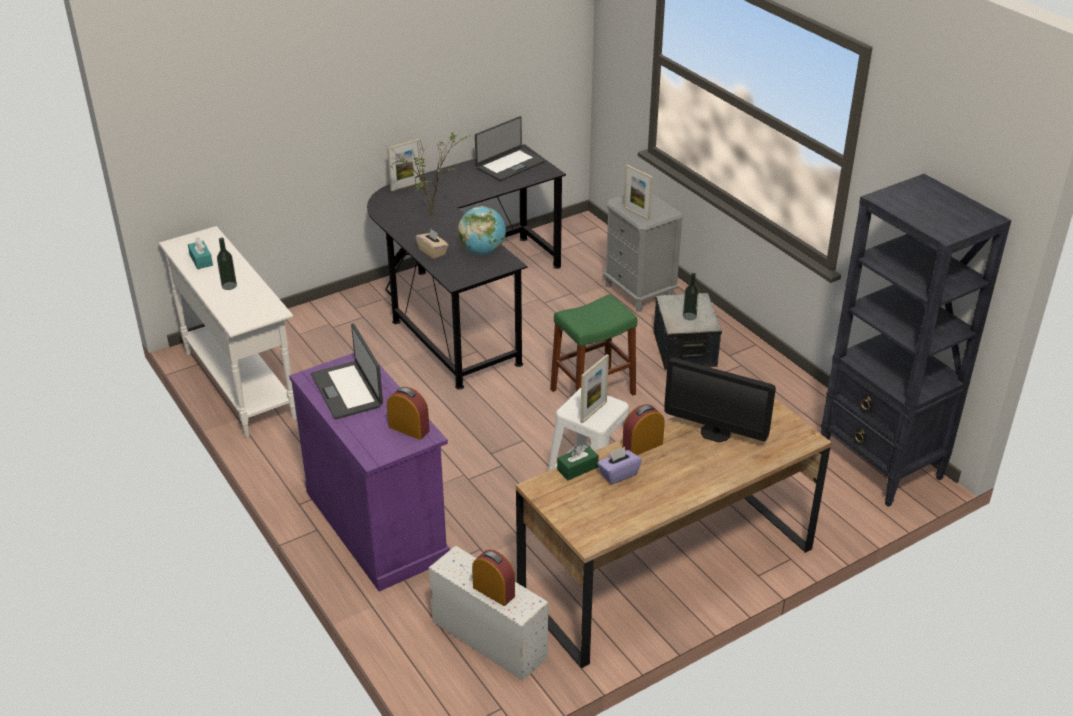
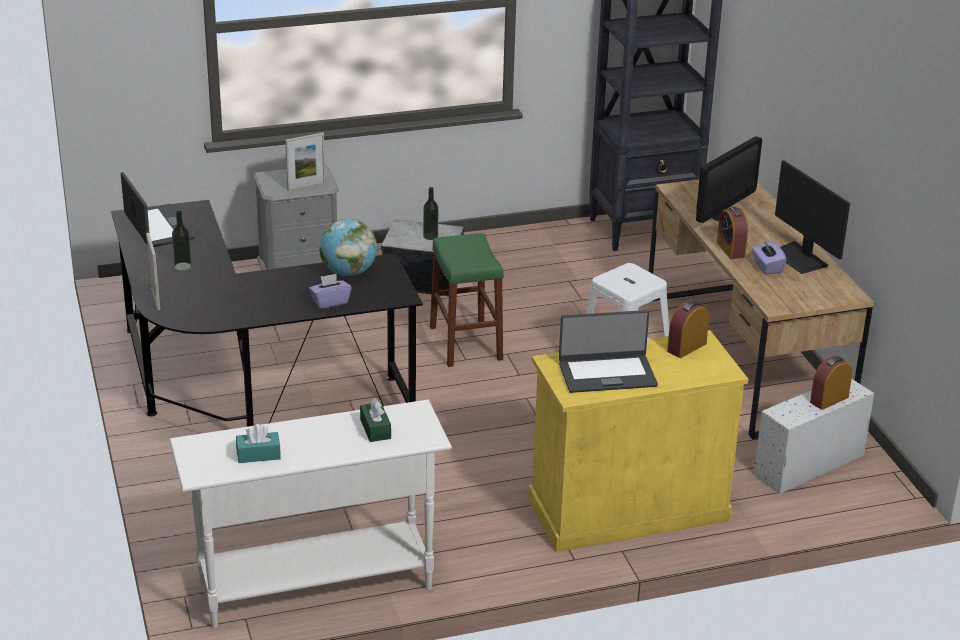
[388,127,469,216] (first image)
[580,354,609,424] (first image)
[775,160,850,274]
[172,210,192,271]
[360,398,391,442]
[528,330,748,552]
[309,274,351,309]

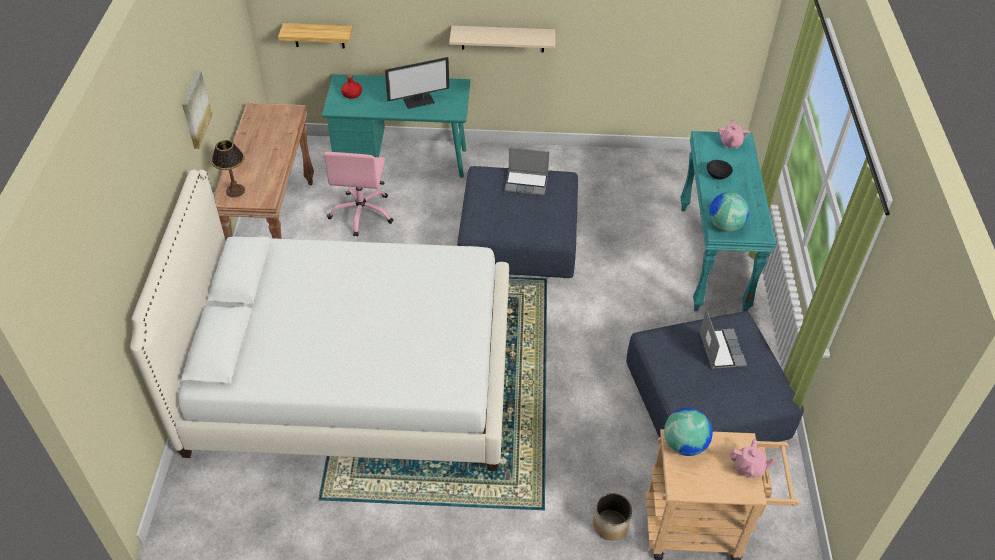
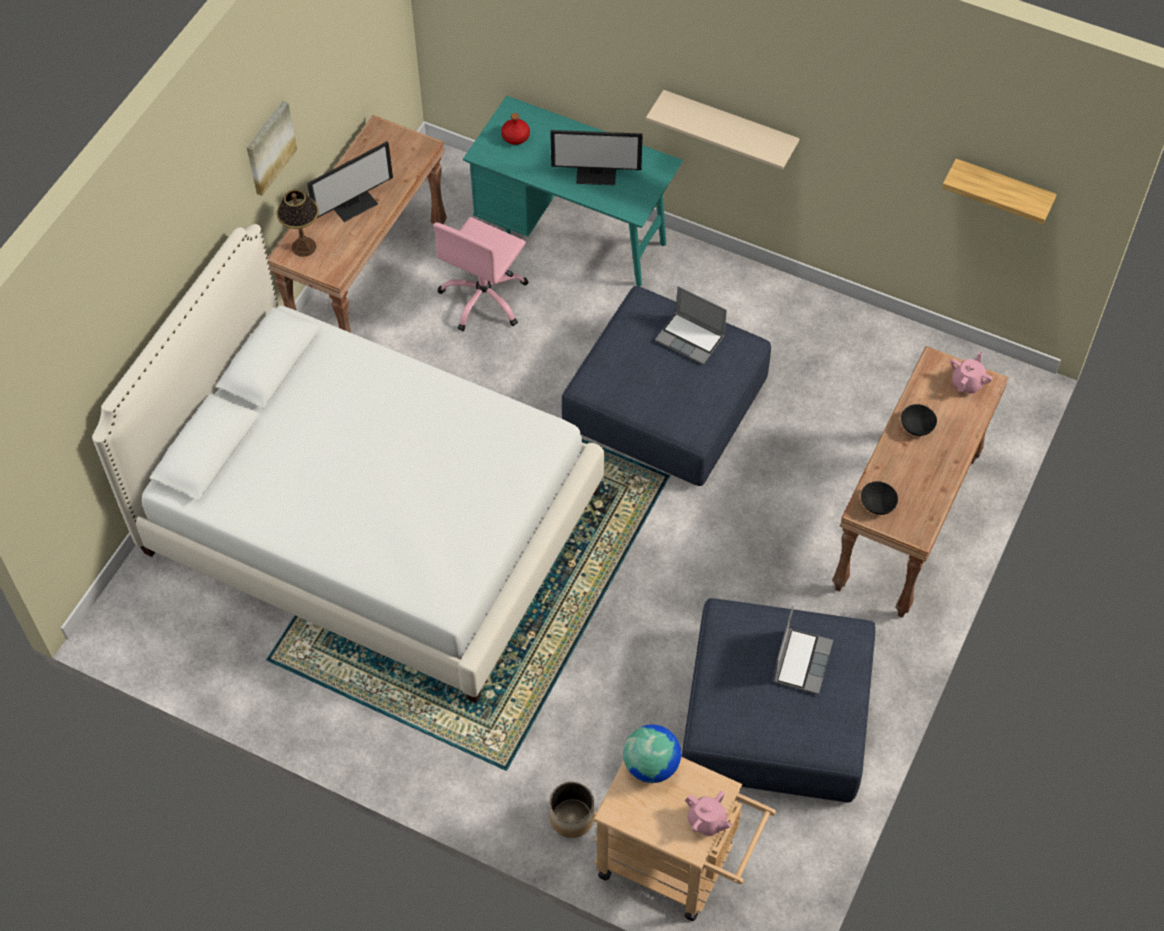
[307,141,393,222]
[942,159,1057,224]
[861,481,898,515]
[832,346,1009,618]

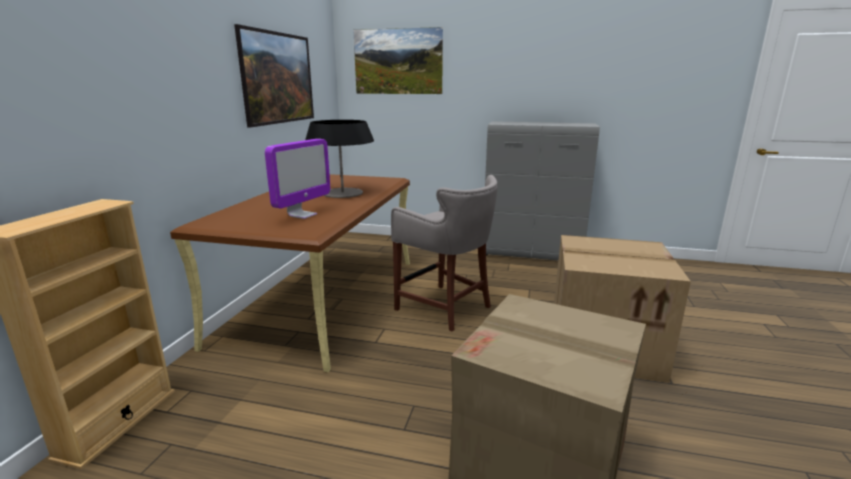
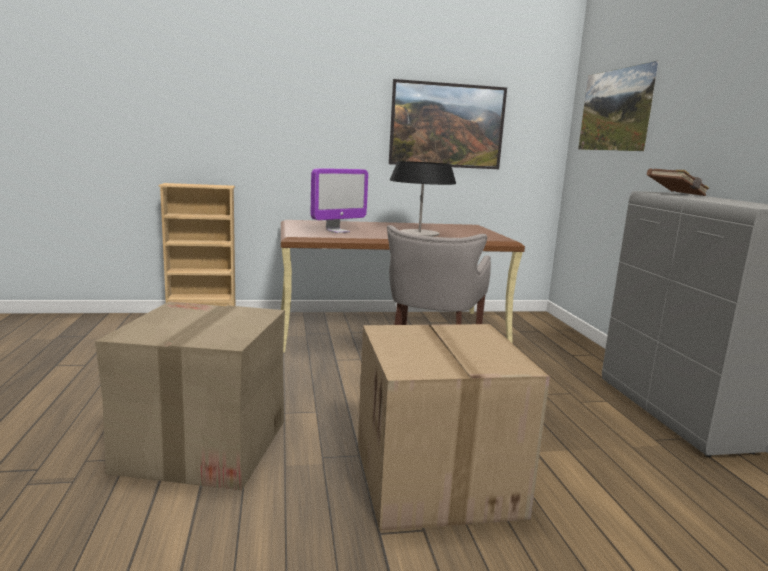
[647,168,709,196]
[311,168,368,233]

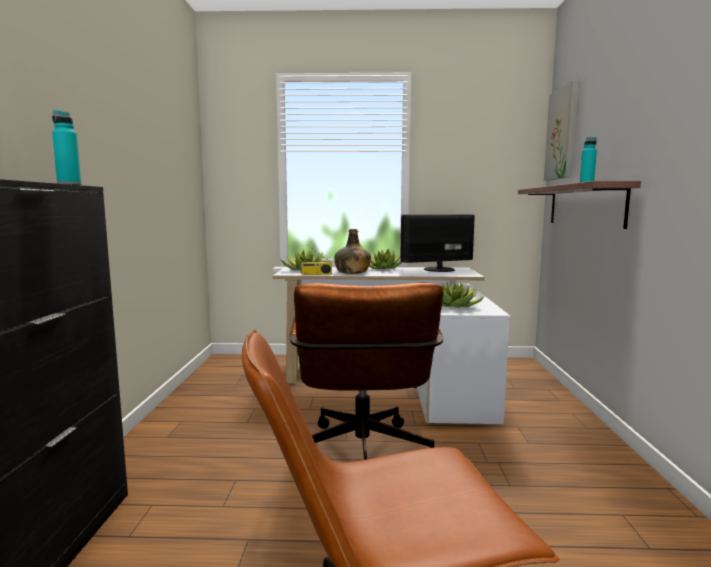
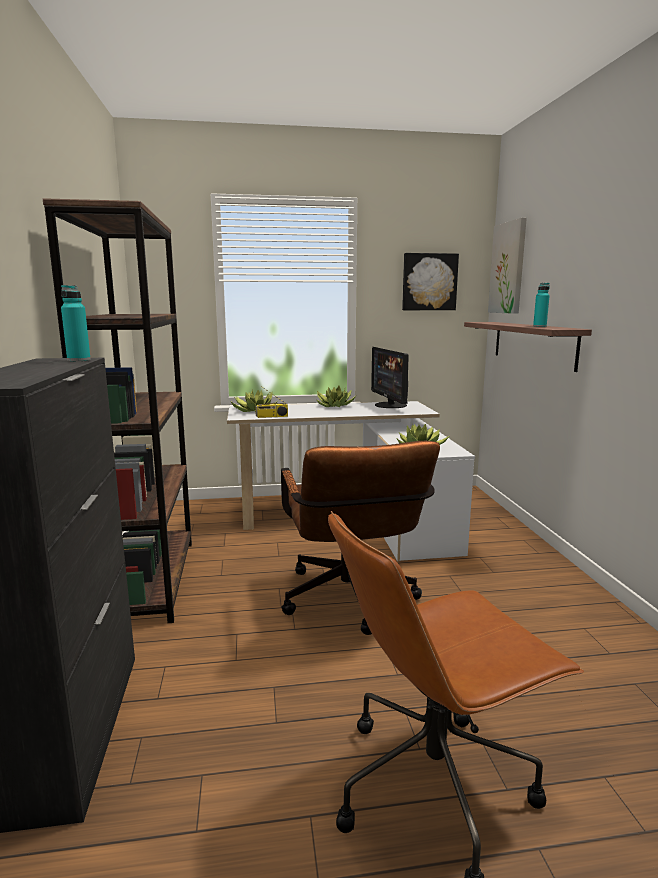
[334,229,371,274] (first image)
[43,198,192,623]
[402,253,459,310]
[371,347,409,408]

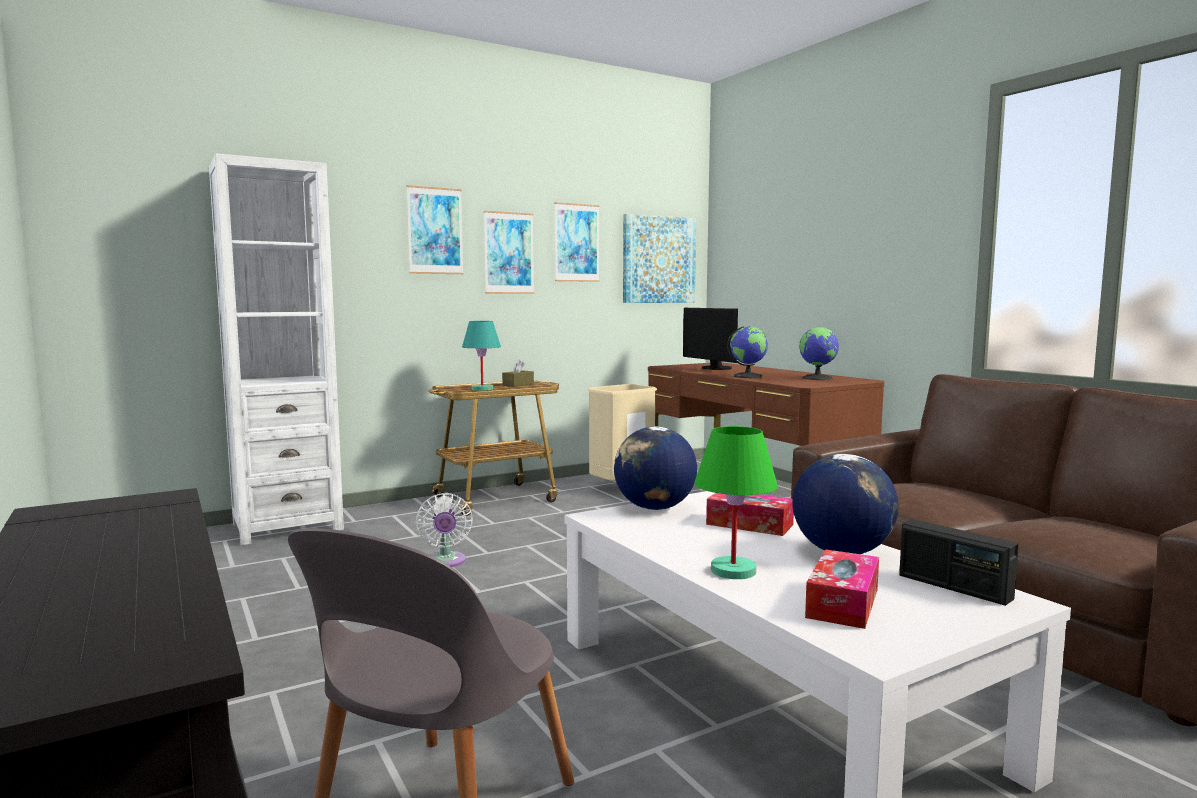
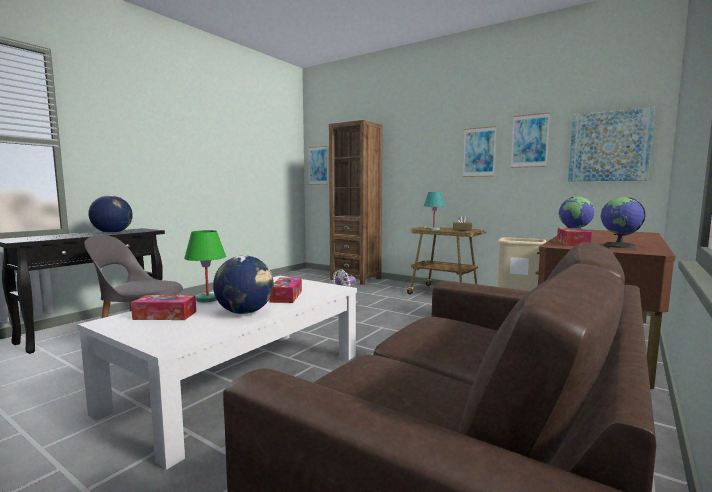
[683,308,738,370] (first image)
[899,519,1019,606] (first image)
[557,228,592,246]
[308,146,328,185]
[88,195,133,233]
[329,120,383,285]

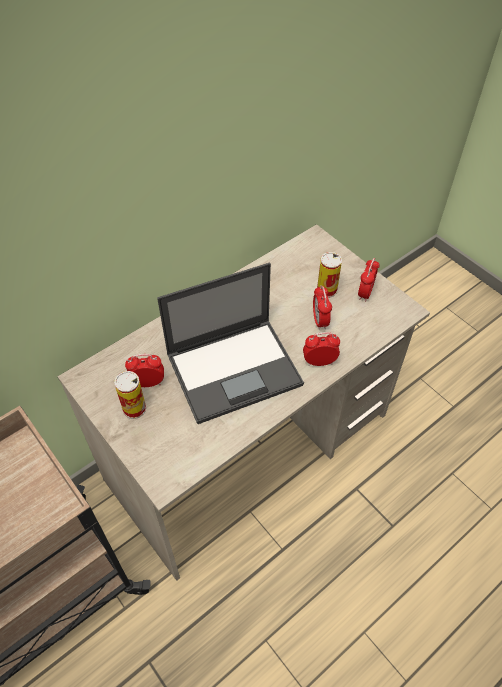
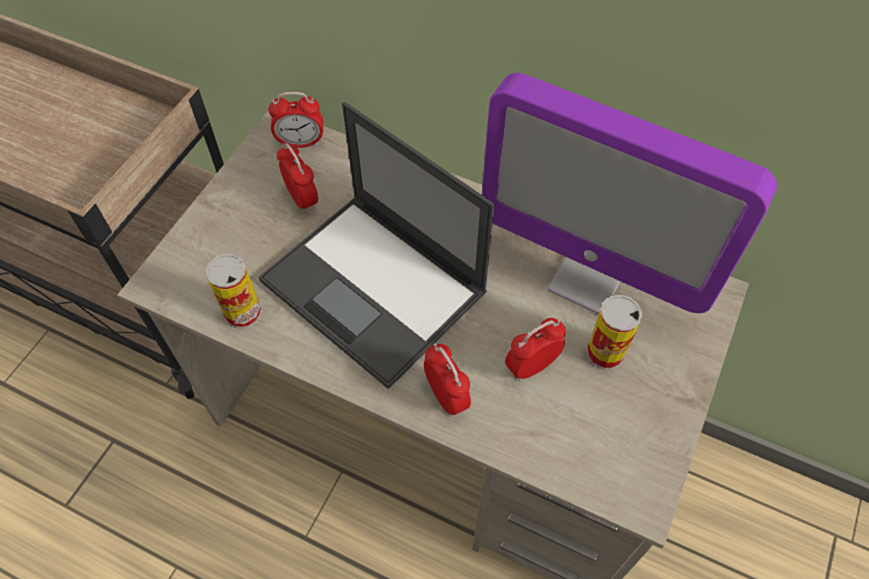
[482,73,777,314]
[206,253,261,329]
[268,92,323,148]

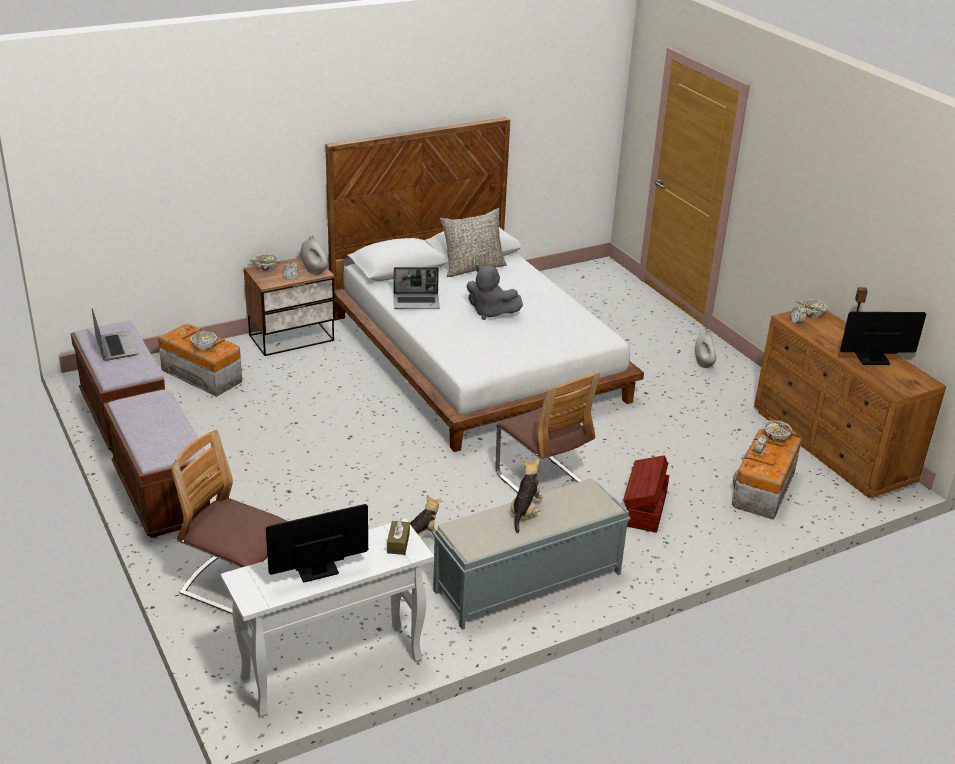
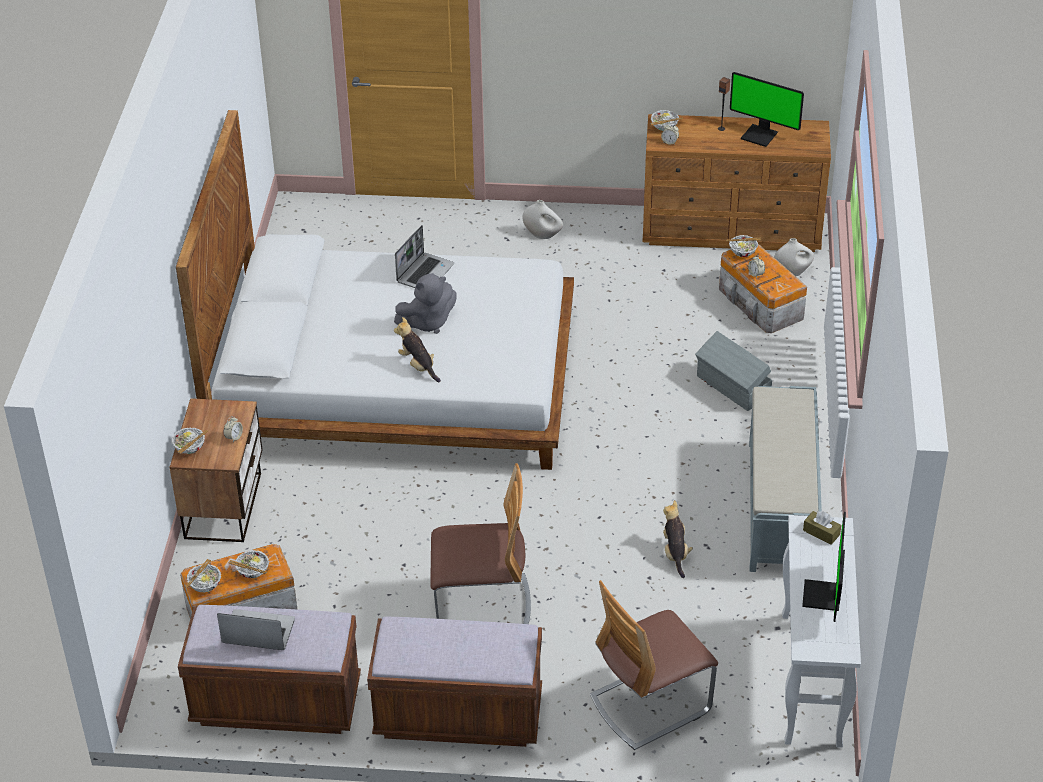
[440,208,507,277] (first image)
[185,559,221,592]
[774,238,814,276]
[395,225,454,288]
[430,463,531,624]
[394,317,441,382]
[695,331,772,411]
[730,72,804,147]

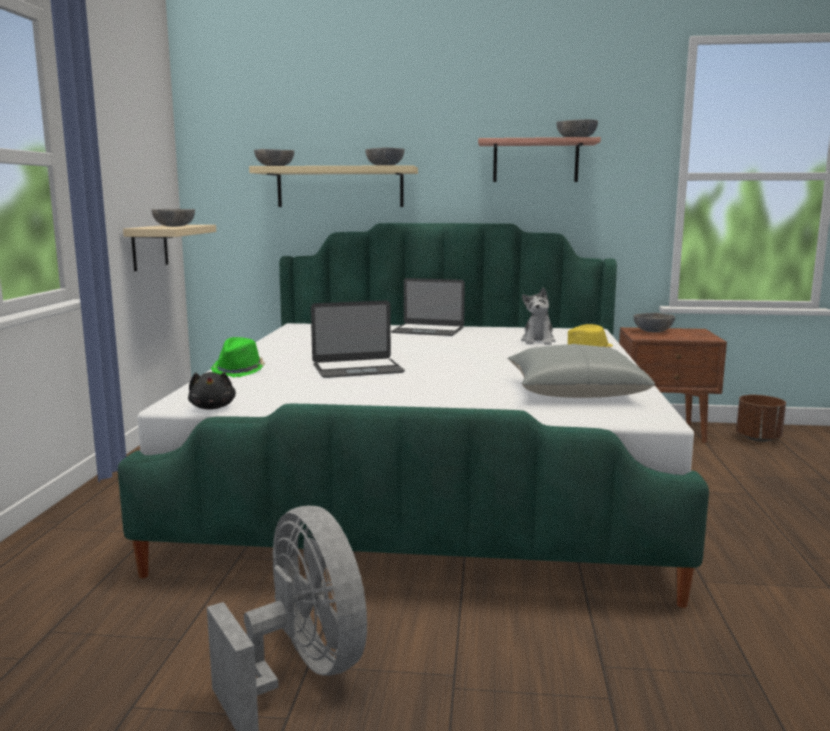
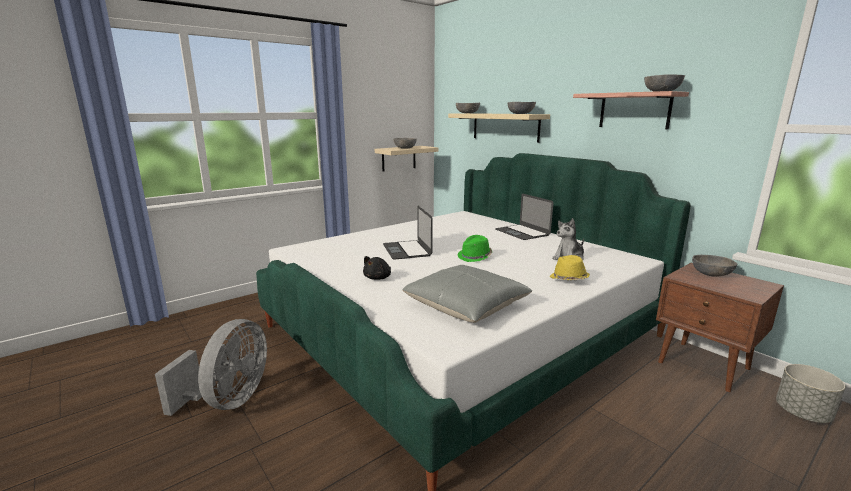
[363,256,391,280]
[457,235,492,262]
[776,364,845,423]
[383,206,433,260]

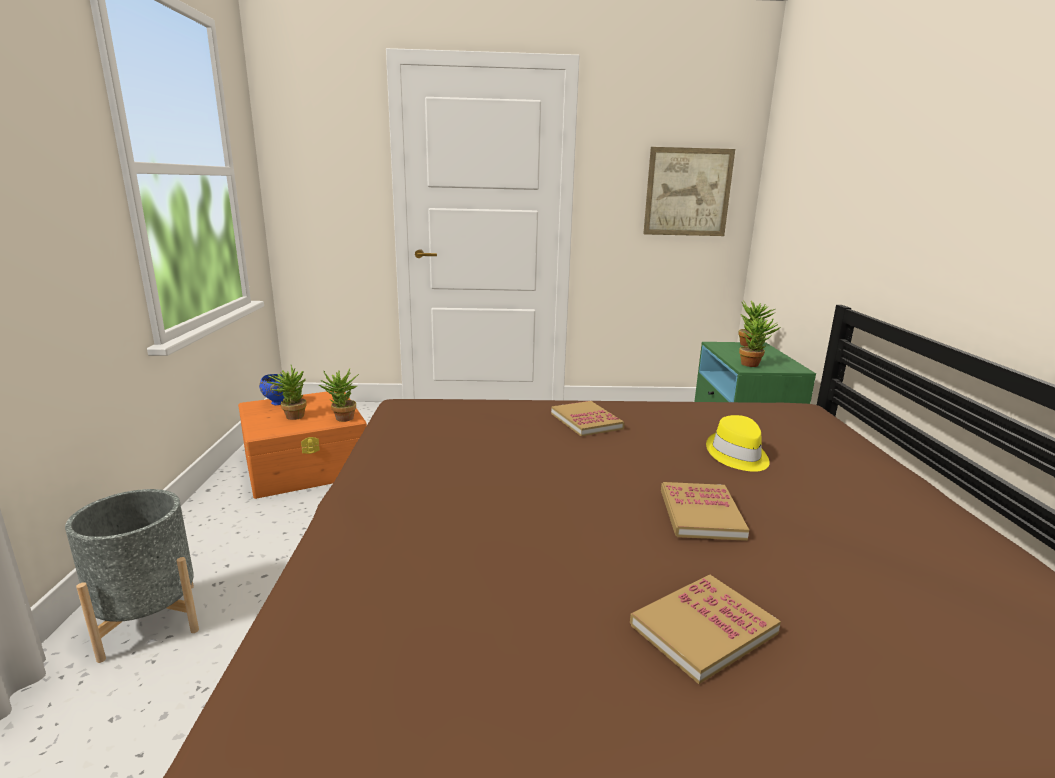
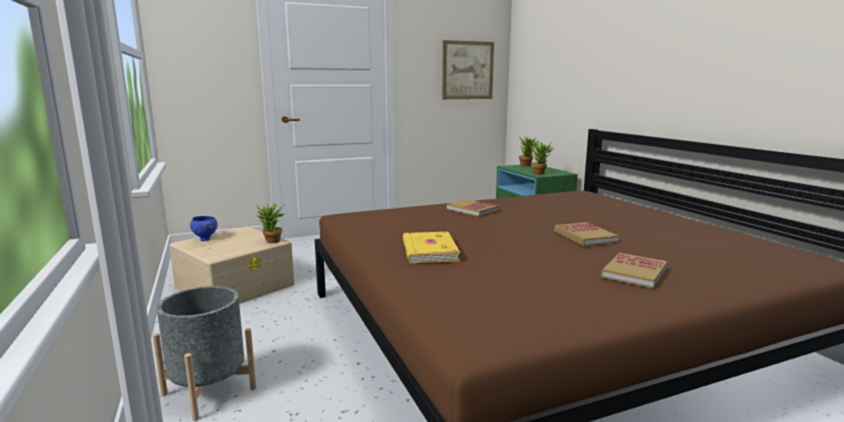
[267,365,307,420] (first image)
[706,415,770,472] (first image)
[403,232,460,263]
[169,226,294,304]

